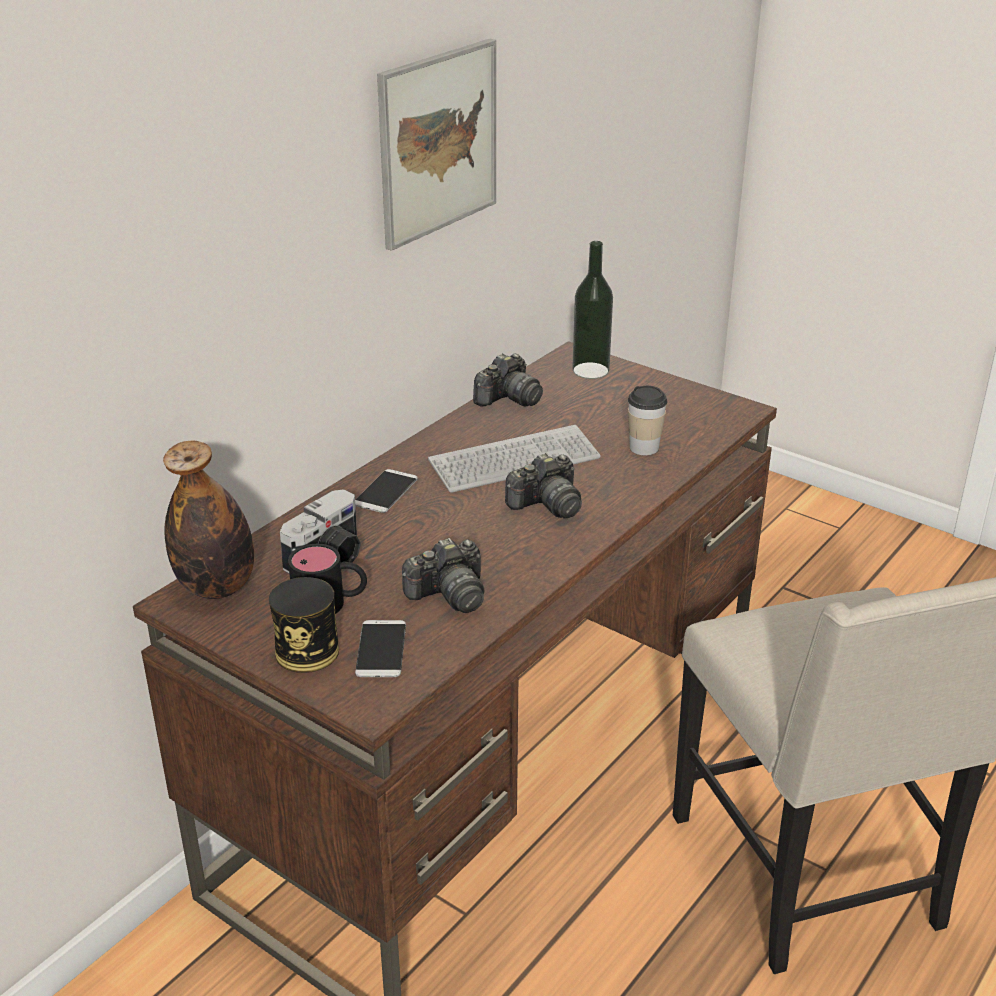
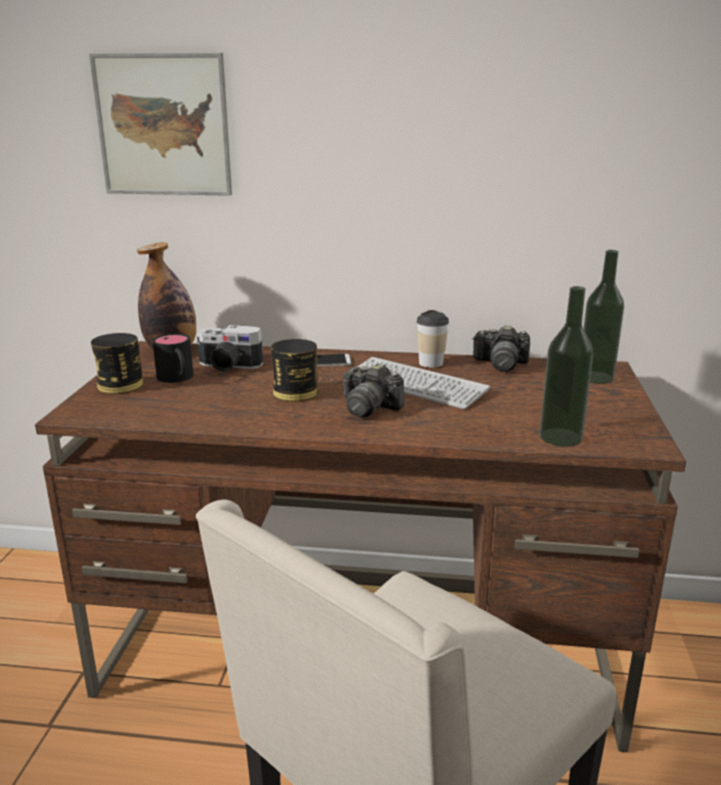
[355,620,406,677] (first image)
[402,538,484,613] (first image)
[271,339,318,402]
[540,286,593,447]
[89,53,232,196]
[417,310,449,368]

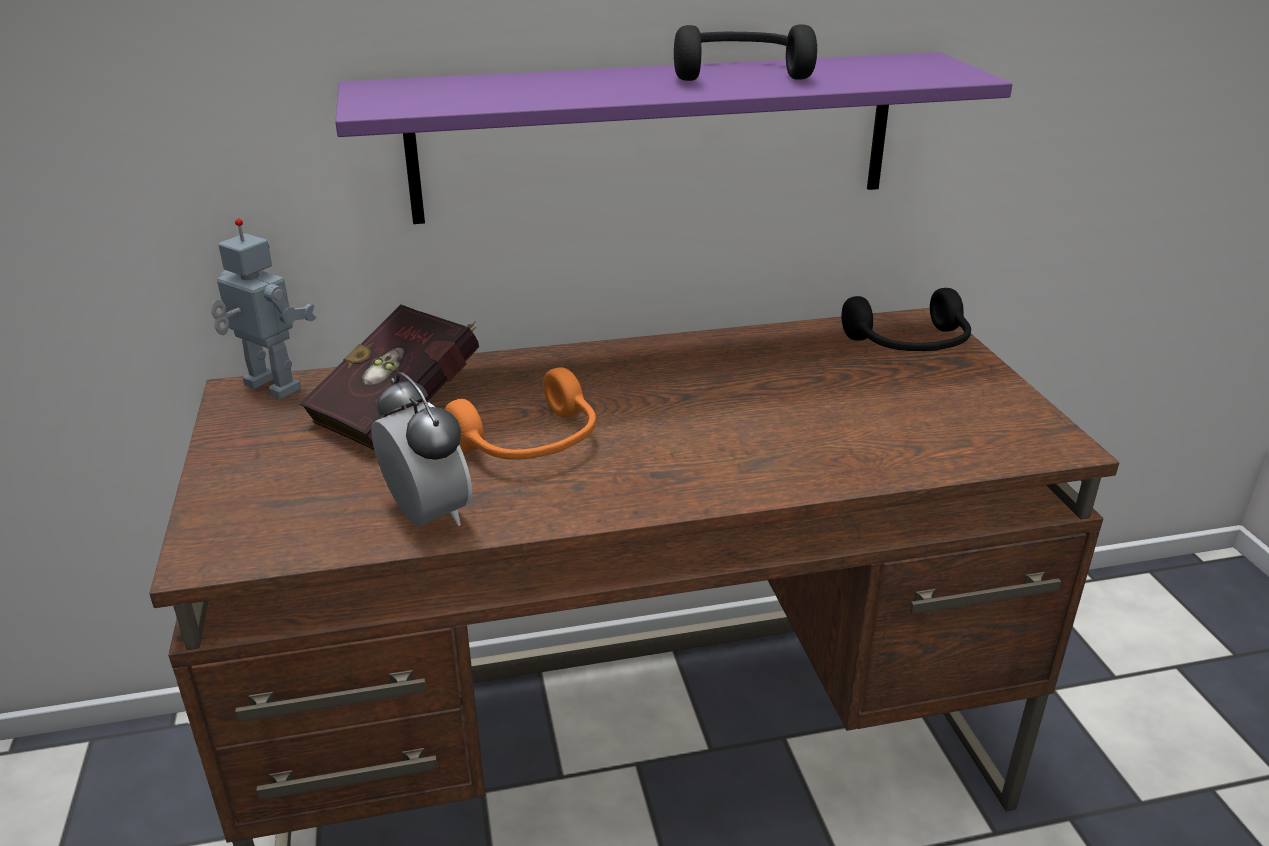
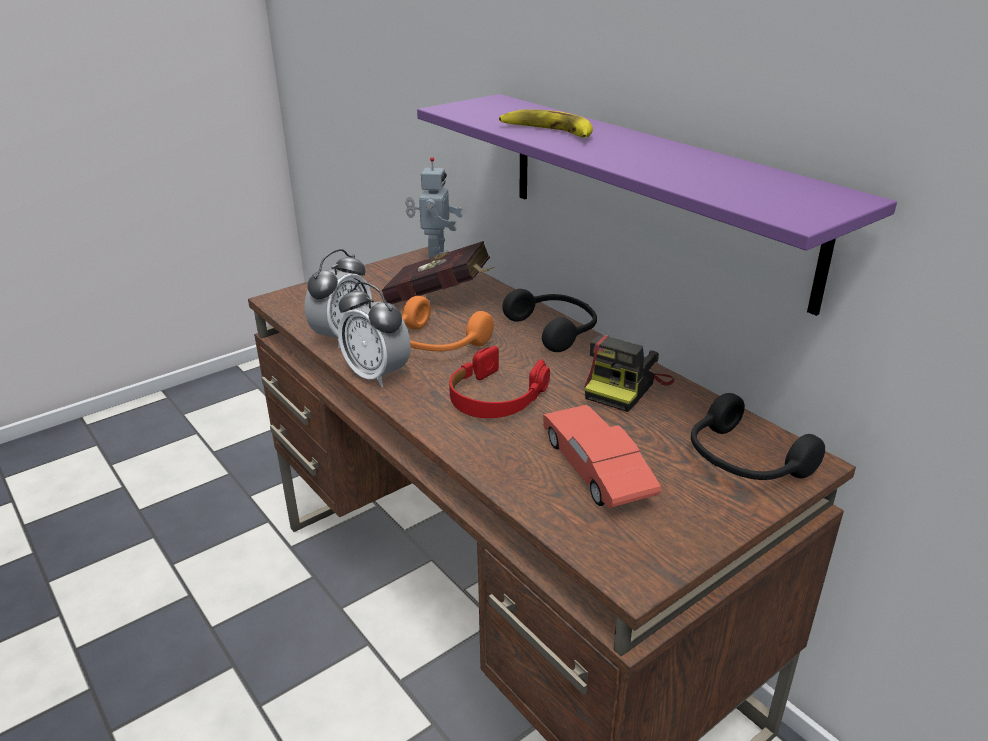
[338,282,411,387]
[449,346,550,418]
[499,109,593,138]
[543,405,661,508]
[585,335,674,412]
[502,289,597,352]

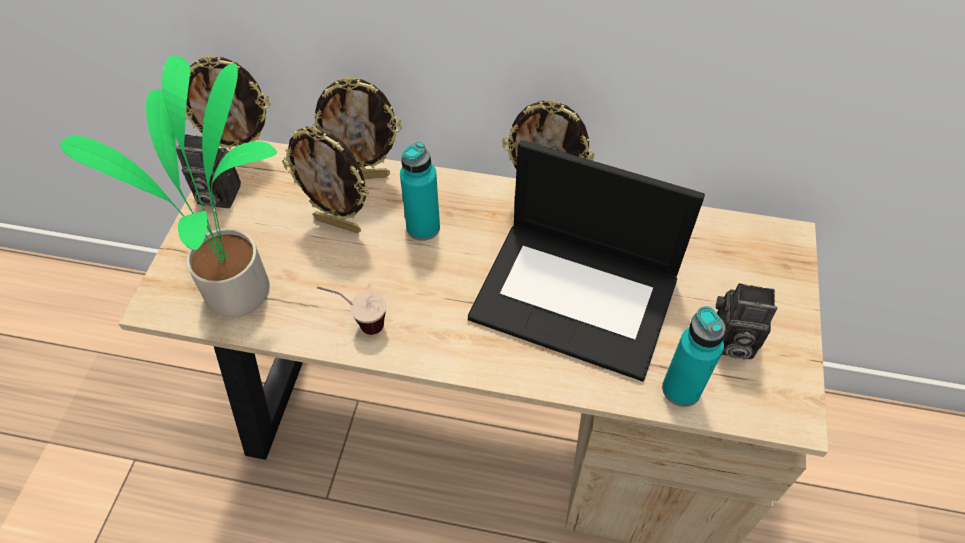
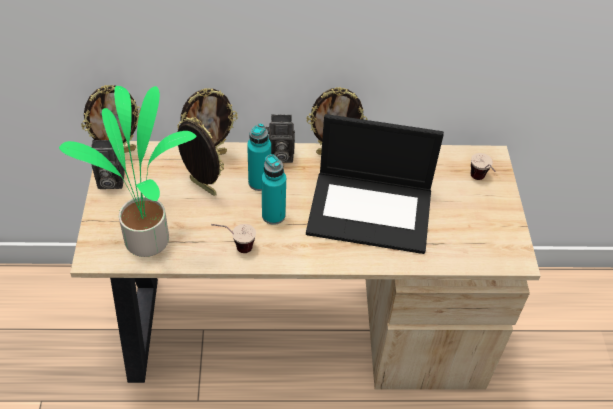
[471,153,496,180]
[262,154,286,225]
[265,114,295,163]
[178,117,224,196]

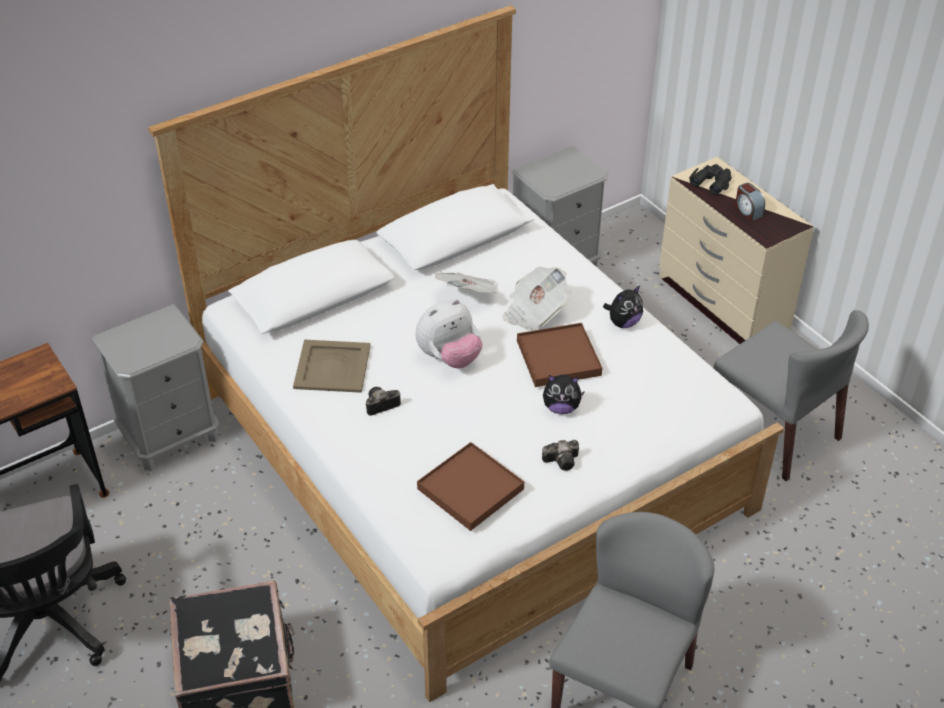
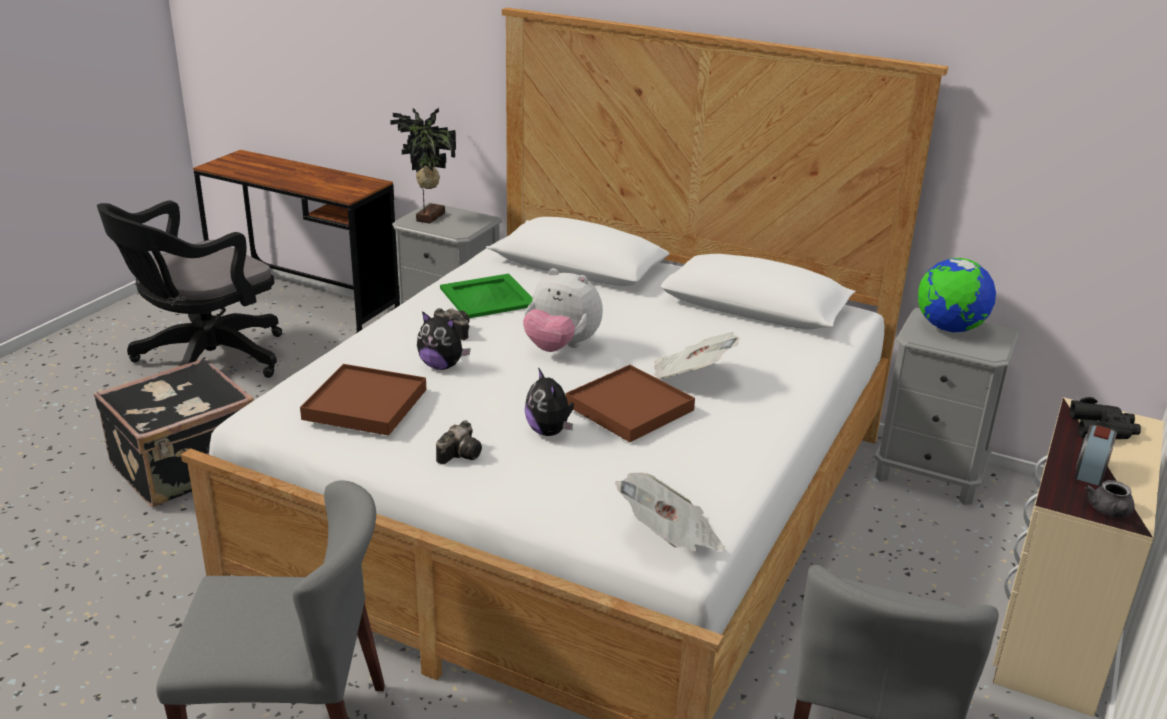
[390,108,456,224]
[918,258,996,332]
[1085,480,1135,518]
[615,473,725,552]
[417,311,471,370]
[440,274,533,318]
[436,420,482,464]

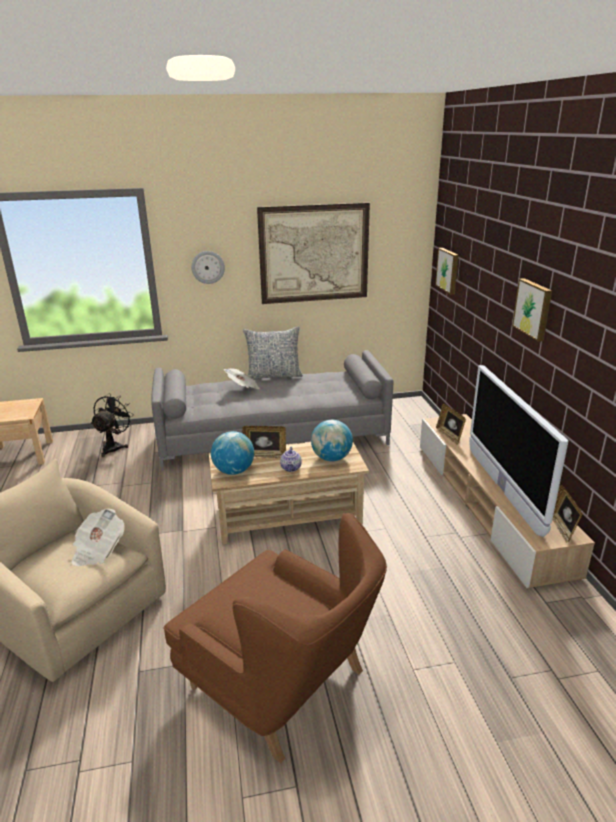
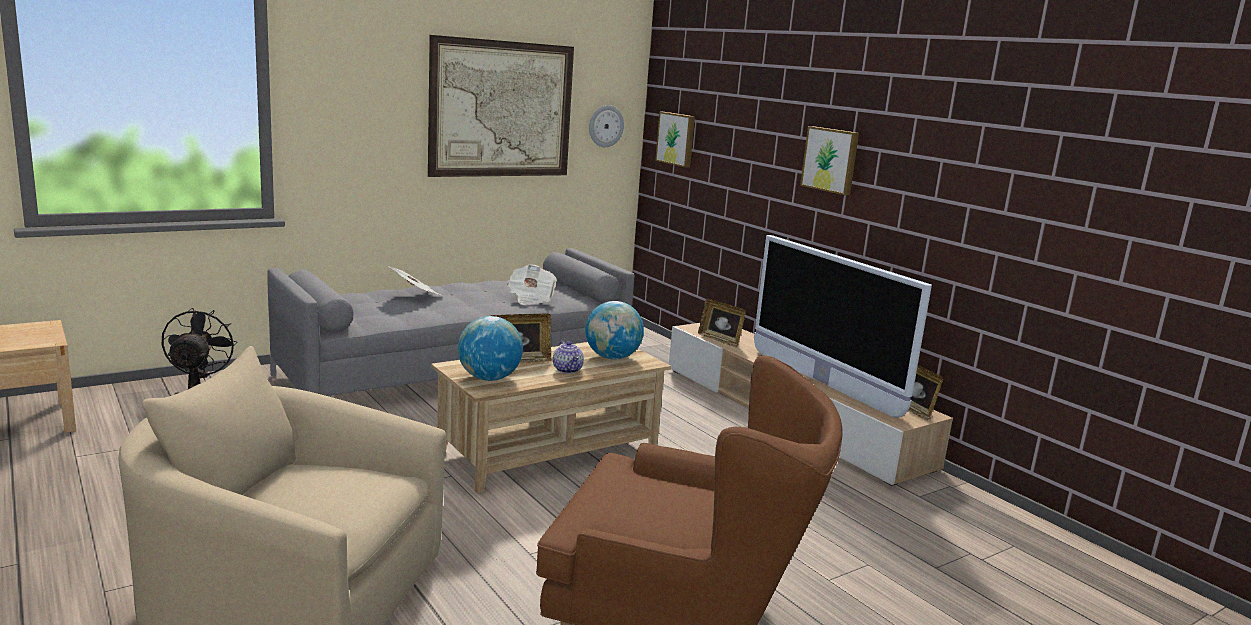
[243,326,303,379] (first image)
[507,264,557,305]
[589,105,624,147]

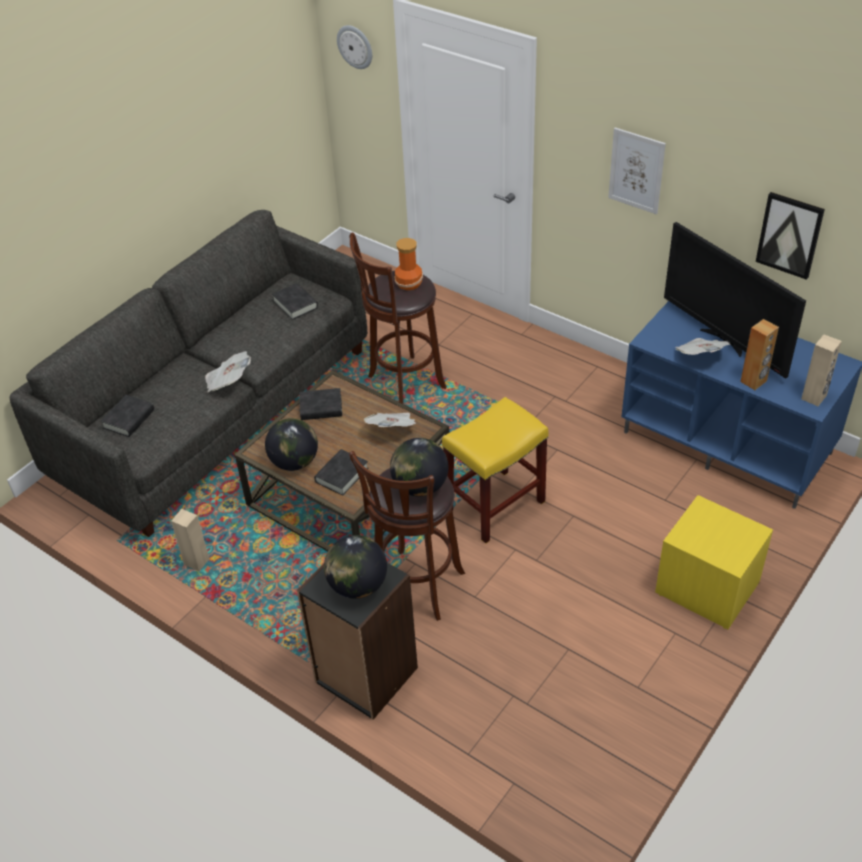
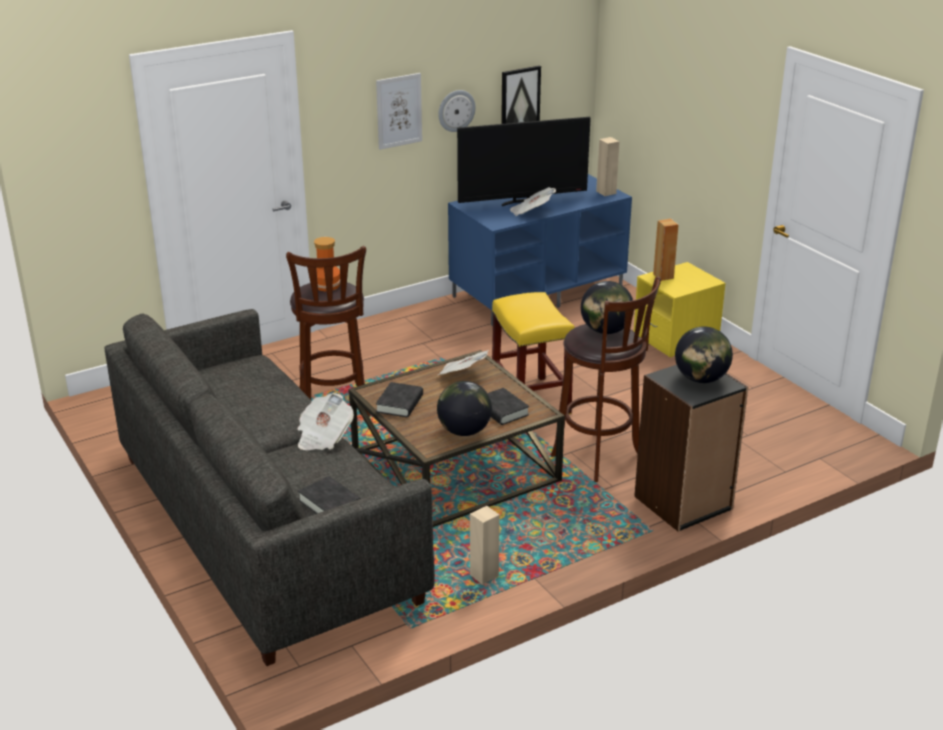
[272,283,318,320] (first image)
[438,90,476,132]
[653,219,679,281]

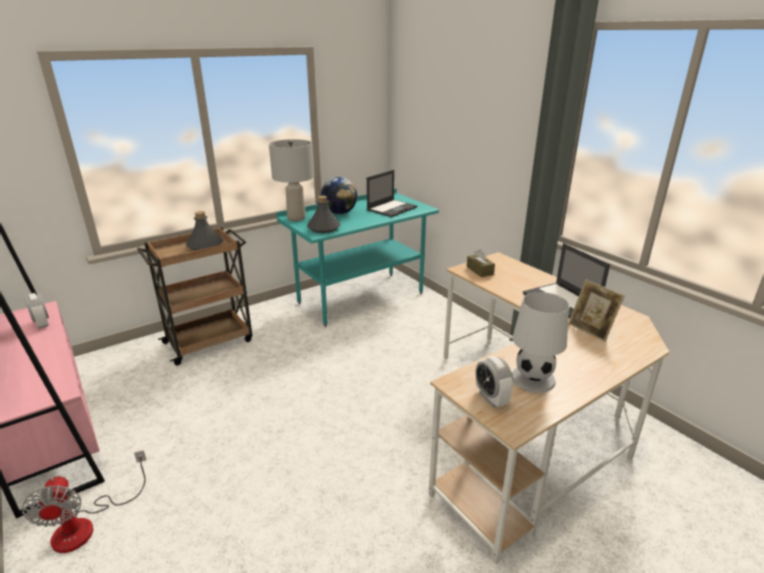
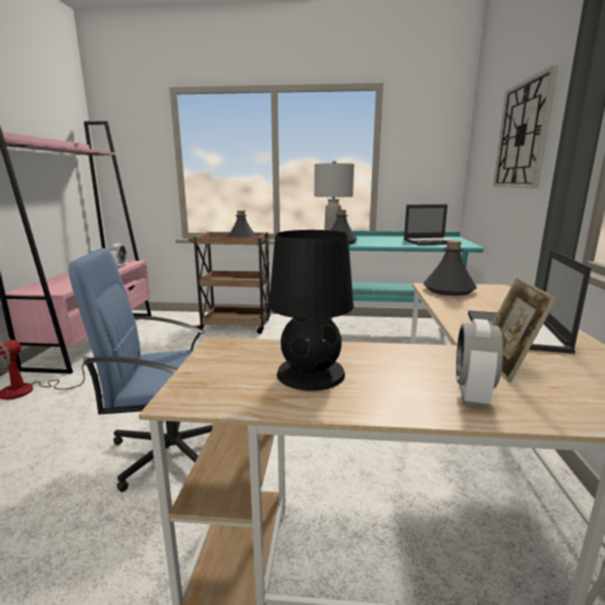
[321,177,358,214] (first image)
[68,248,213,492]
[493,65,558,188]
[456,319,503,407]
[423,240,477,296]
[269,230,354,391]

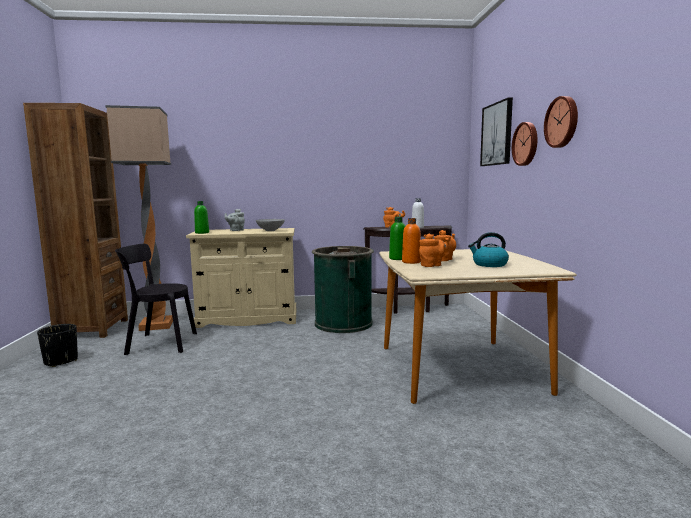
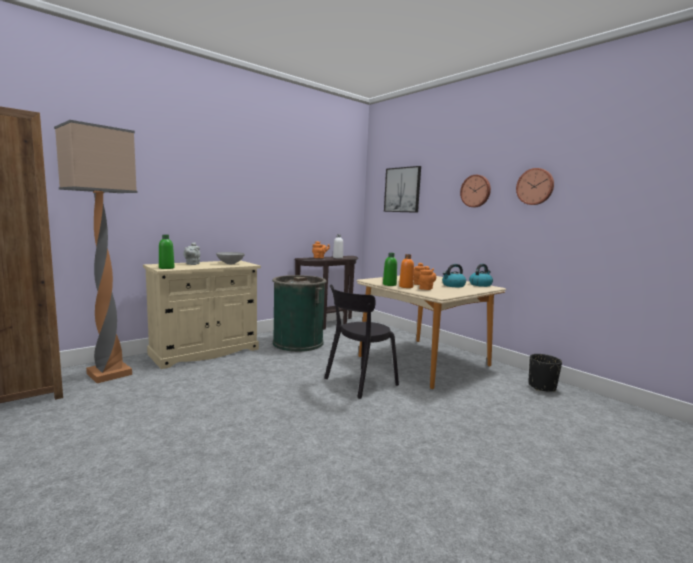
[469,264,493,287]
[528,354,562,392]
[324,284,399,399]
[516,168,554,205]

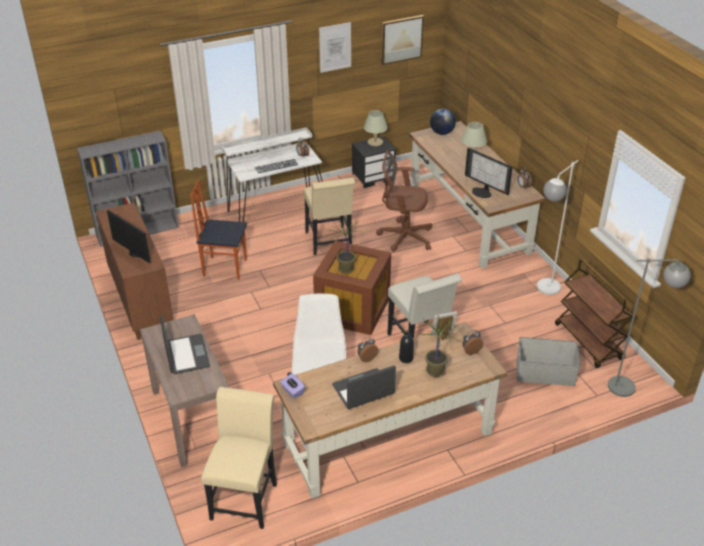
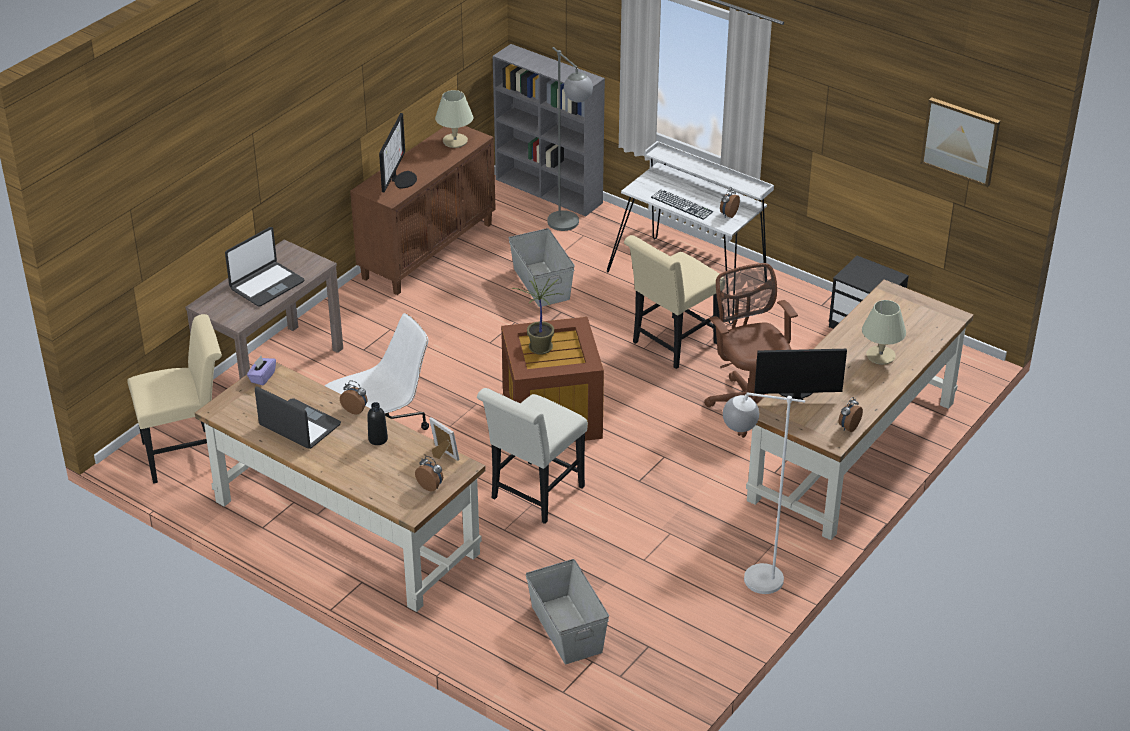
[319,22,351,73] (first image)
[420,315,459,377] (first image)
[430,109,456,135] (first image)
[555,259,633,368] (first image)
[435,90,473,148]
[547,47,593,231]
[509,228,575,307]
[754,349,847,400]

